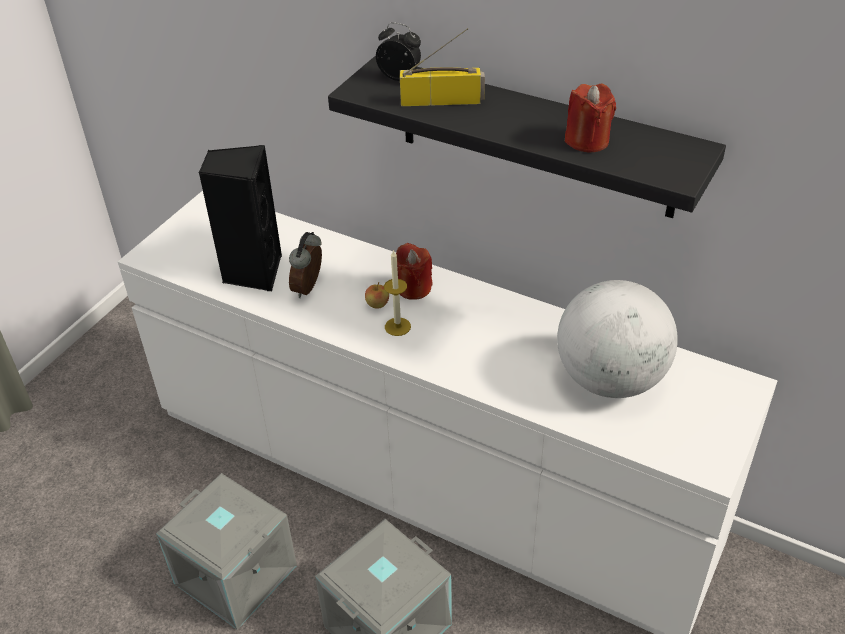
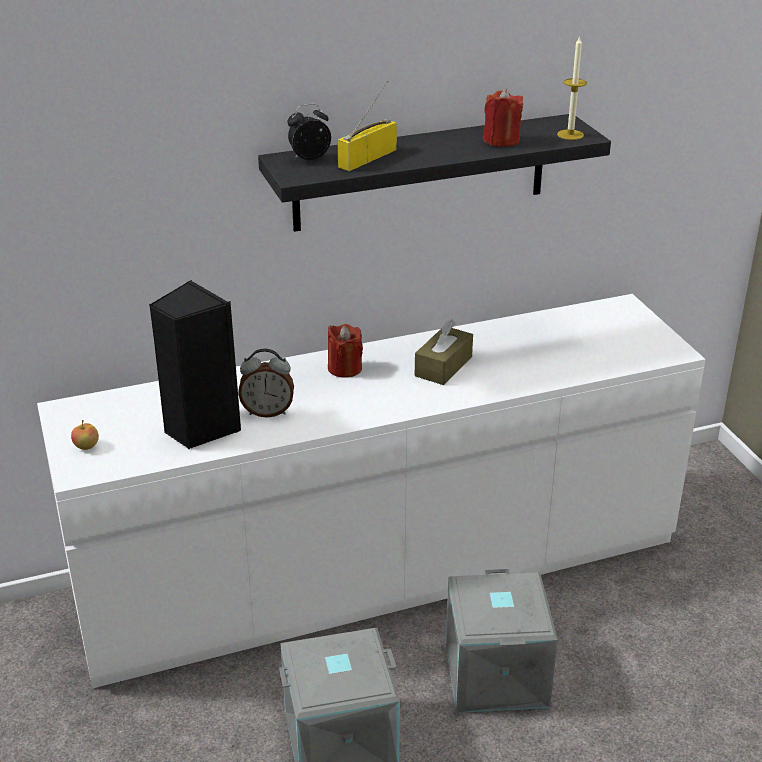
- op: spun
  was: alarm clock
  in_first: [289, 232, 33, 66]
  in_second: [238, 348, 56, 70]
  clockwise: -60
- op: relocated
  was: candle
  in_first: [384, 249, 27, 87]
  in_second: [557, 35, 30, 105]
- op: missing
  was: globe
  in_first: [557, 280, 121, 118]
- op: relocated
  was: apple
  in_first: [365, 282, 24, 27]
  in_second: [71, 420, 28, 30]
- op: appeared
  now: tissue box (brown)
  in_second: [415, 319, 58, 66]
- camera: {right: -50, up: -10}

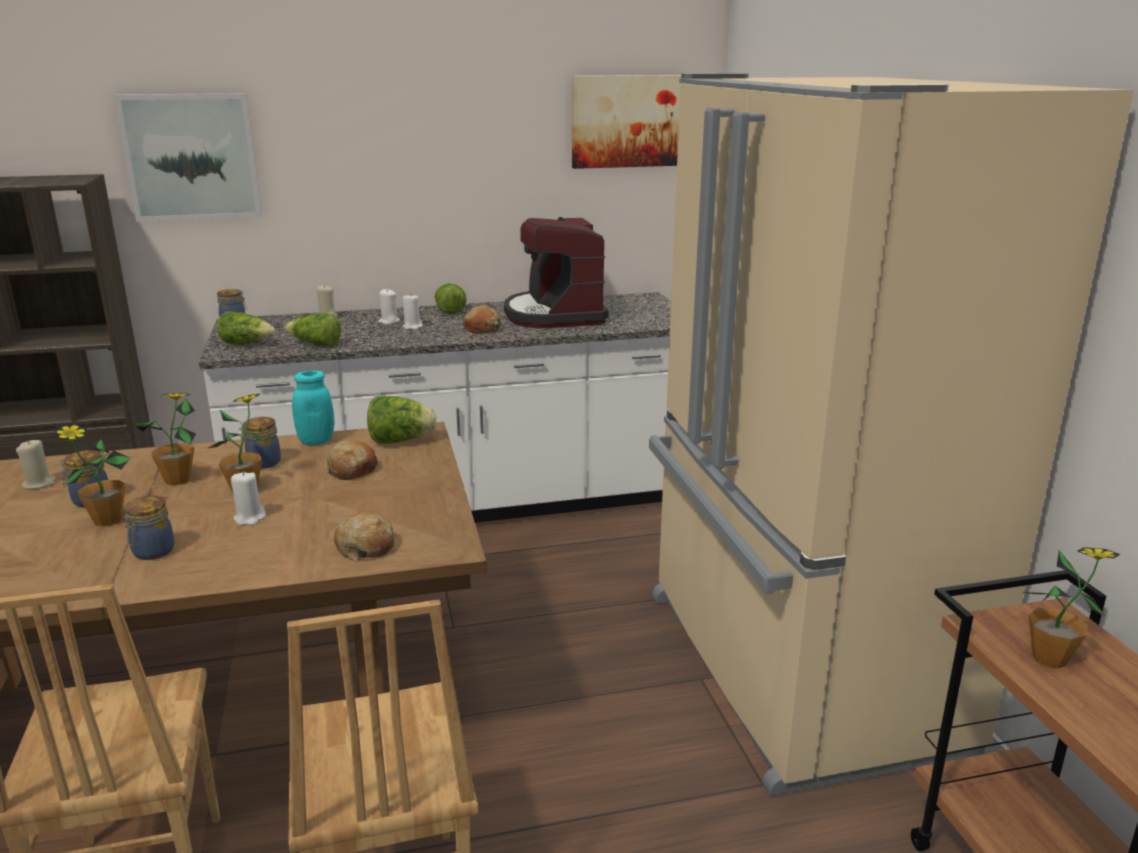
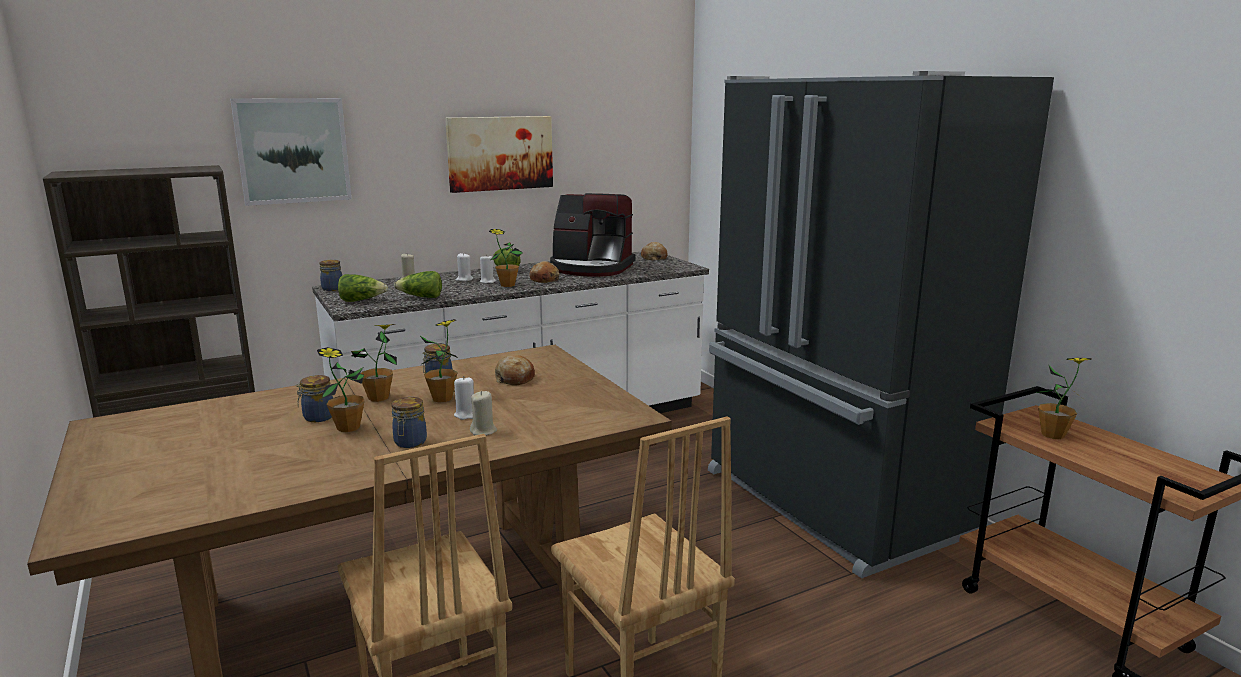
- op: colour
  was: fridge (beige)
  now: fridge (black)
  in_first: [649, 73, 485, 723]
  in_second: [708, 71, 346, 508]
- op: relocated
  was: picture
  in_first: [572, 75, 110, 94]
  in_second: [445, 116, 108, 77]
- op: spun
  was: coffee machine
  in_first: [504, 217, 105, 111]
  in_second: [550, 193, 85, 84]
  clockwise: -45
- op: missing
  was: jar (turquoise)
  in_first: [292, 371, 43, 74]
- op: missing
  was: lettuce
  in_first: [367, 396, 70, 48]
- op: relocated
  was: candle (beige)
  in_first: [16, 440, 40, 49]
  in_second: [470, 391, 27, 45]
- op: relocated
  was: bread
  in_first: [334, 511, 60, 49]
  in_second: [641, 242, 26, 18]
- op: appeared
  now: potted plant
  in_second: [489, 229, 34, 58]
- camera: {right: -15, up: -5}

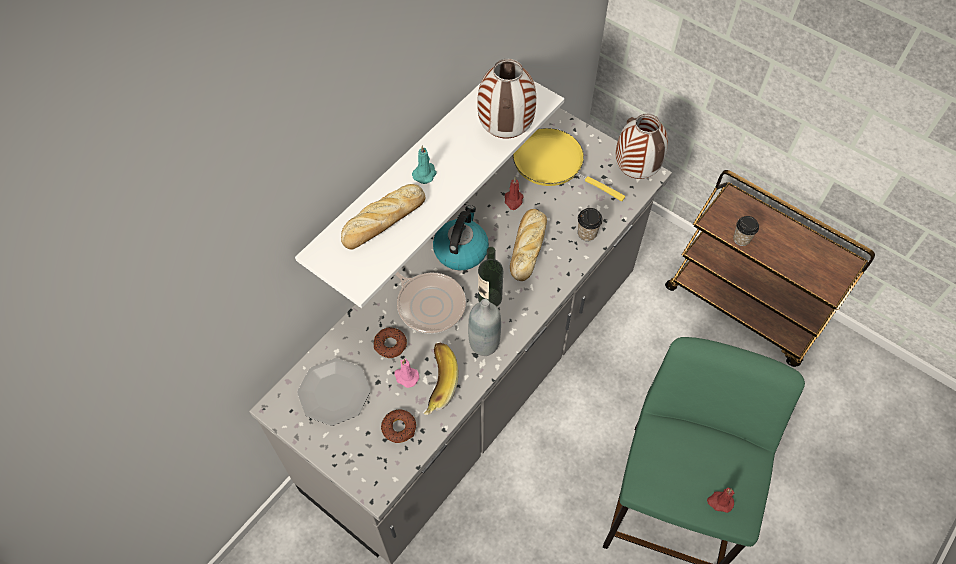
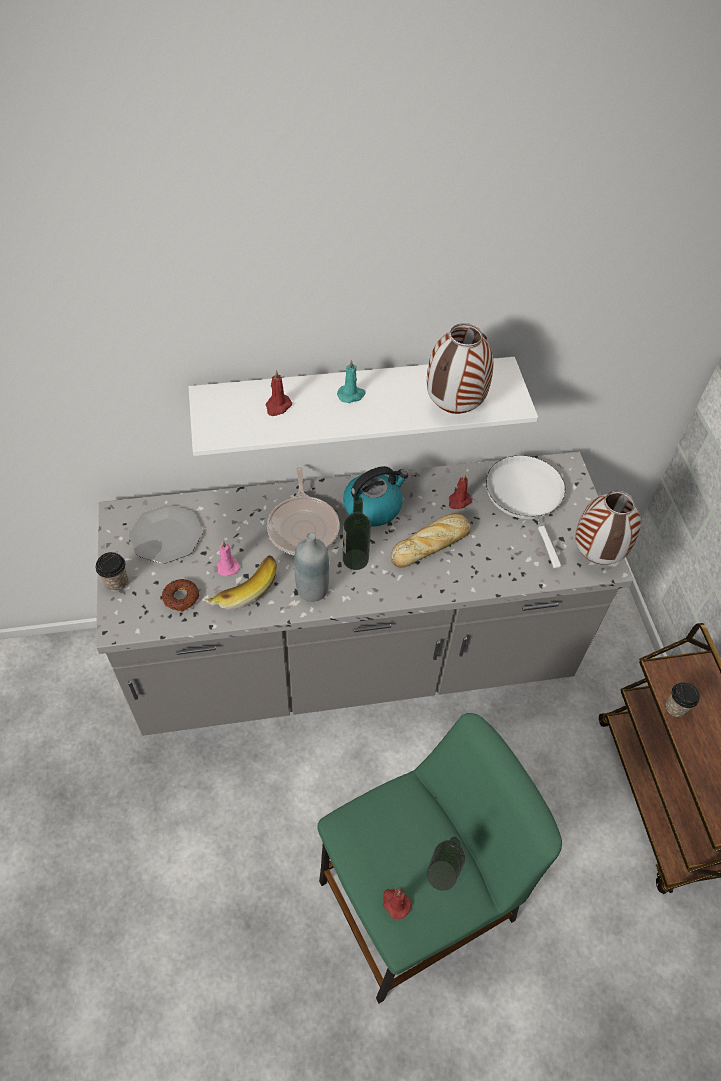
- op: colour
  was: frying pan (yellow)
  now: frying pan (white)
  in_first: [513, 128, 112, 73]
  in_second: [486, 455, 80, 113]
- op: exchanged
  was: bread
  now: candle (red)
  in_first: [341, 184, 84, 66]
  in_second: [266, 370, 26, 46]
- op: relocated
  was: cup
  in_first: [578, 208, 25, 34]
  in_second: [96, 552, 32, 39]
- op: missing
  was: donut
  in_first: [373, 327, 34, 31]
- op: appeared
  now: bottle
  in_second: [427, 837, 39, 54]
- camera: {right: 40, up: -5}

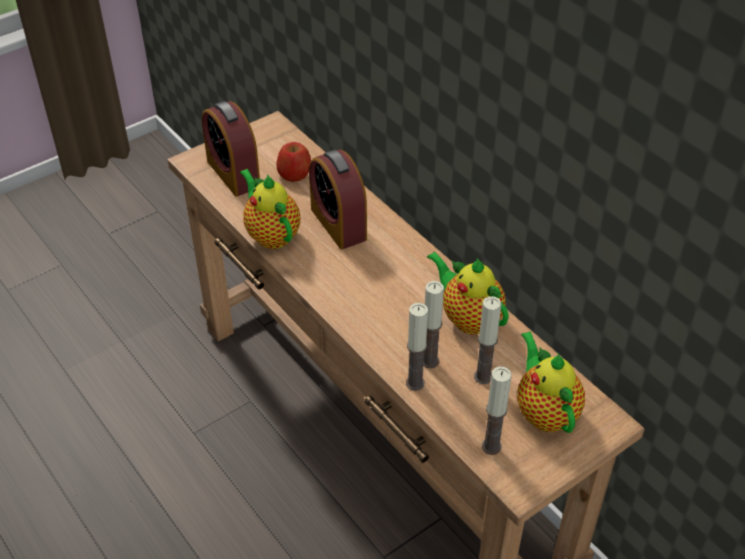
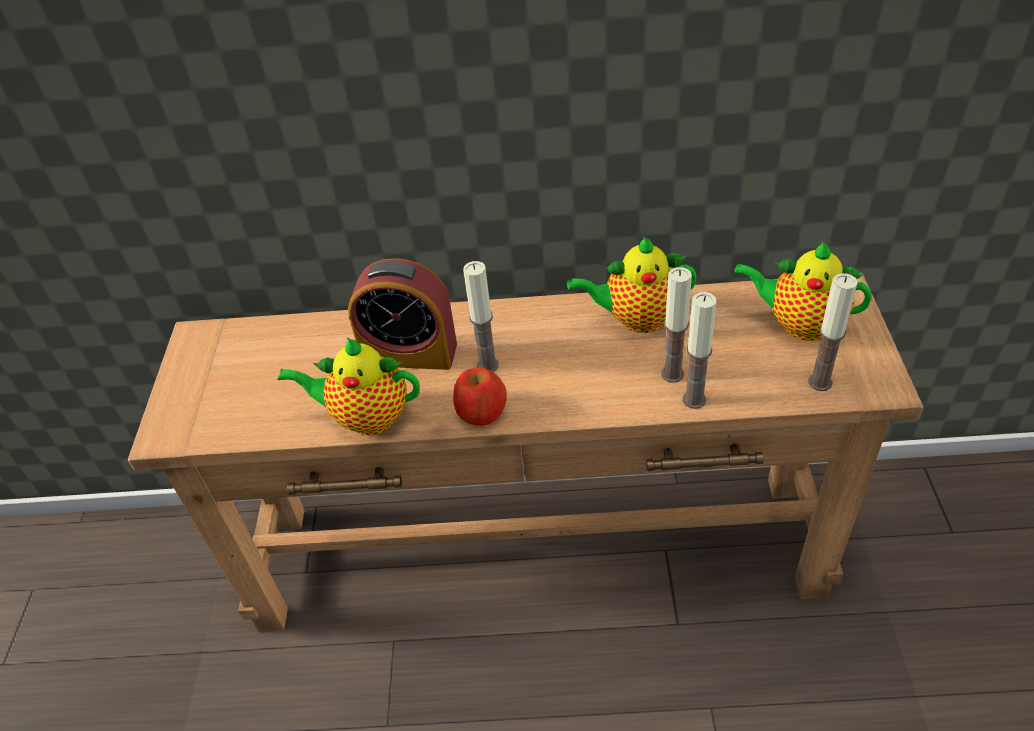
- op: missing
  was: alarm clock
  in_first: [202, 101, 58, 95]
- op: relocated
  was: apple
  in_first: [276, 142, 35, 40]
  in_second: [453, 367, 53, 59]
- op: relocated
  was: candle
  in_first: [474, 296, 28, 88]
  in_second: [463, 261, 36, 111]
- camera: {right: -50, up: 0}

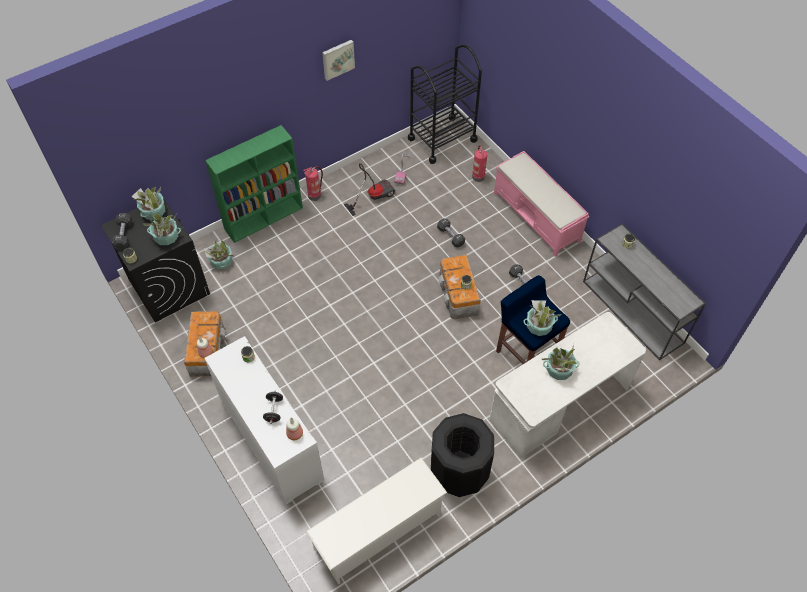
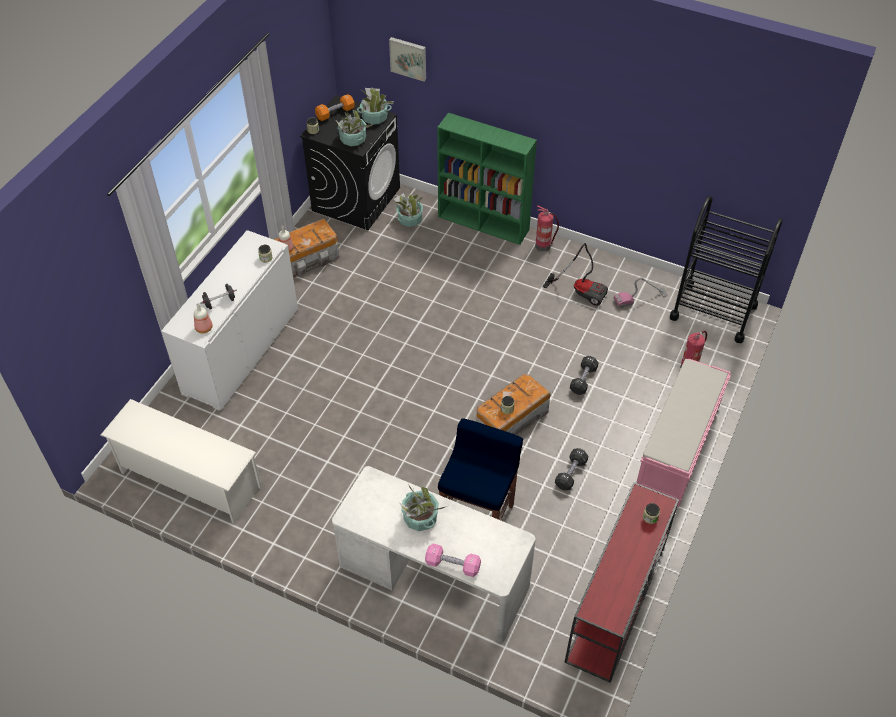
- op: relocated
  was: picture
  in_first: [322, 40, 33, 41]
  in_second: [389, 37, 37, 44]
- op: colour
  was: dumbbell (black)
  now: dumbbell (orange)
  in_first: [112, 213, 20, 36]
  in_second: [315, 94, 40, 27]
- op: colour
  was: console table (grey)
  now: console table (red)
  in_first: [583, 224, 123, 136]
  in_second: [565, 482, 114, 201]
- op: missing
  was: potted plant
  in_first: [523, 300, 39, 36]
- op: missing
  was: trash can (black)
  in_first: [431, 413, 63, 84]
- op: appeared
  now: dumbbell (pink)
  in_second: [425, 544, 56, 33]
- camera: {right: 60, up: -5}

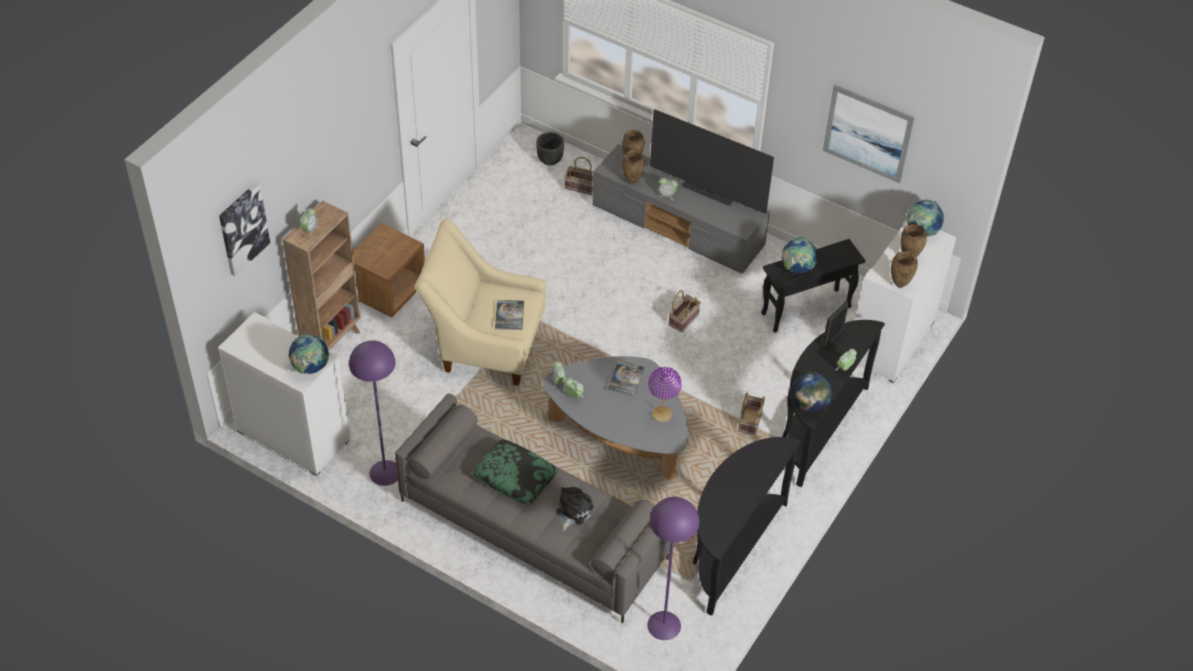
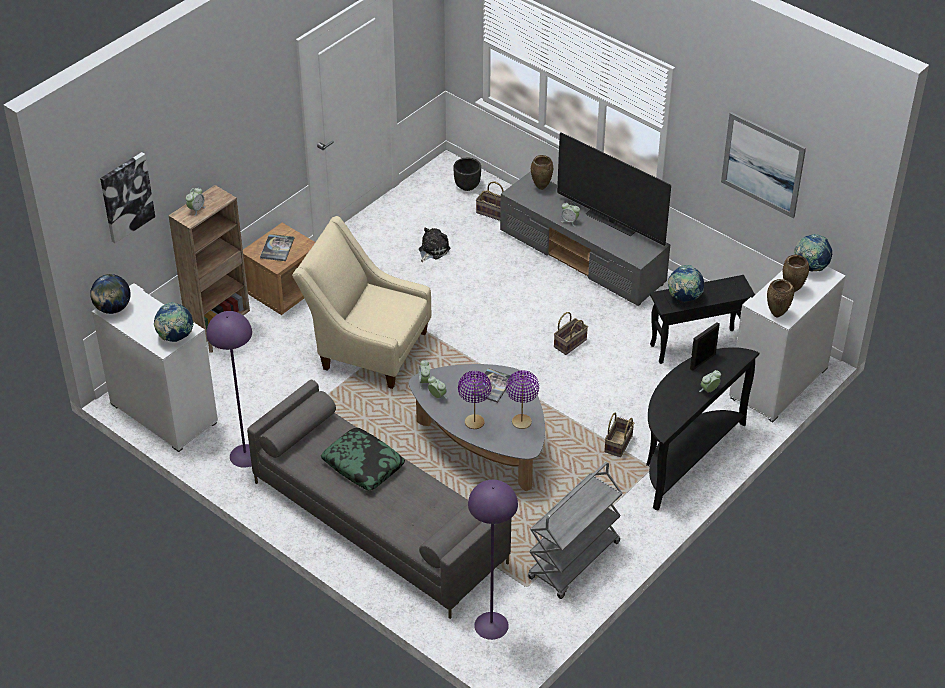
- op: missing
  was: vase (brown)
  in_first: [622, 150, 23, 34]
- op: relocated
  was: book
  in_first: [495, 300, 29, 30]
  in_second: [260, 234, 34, 27]
- op: relocated
  was: globe
  in_first: [792, 371, 40, 41]
  in_second: [90, 274, 41, 40]
- op: exchanged
  was: console table (black)
  now: cart (grey)
  in_first: [693, 437, 108, 179]
  in_second: [528, 462, 94, 137]
- op: relocated
  was: plush toy
  in_first: [556, 487, 38, 44]
  in_second: [419, 228, 31, 35]
- op: appeared
  now: table lamp (purple)
  in_second: [458, 371, 33, 58]
- camera: {right: 10, up: -5}

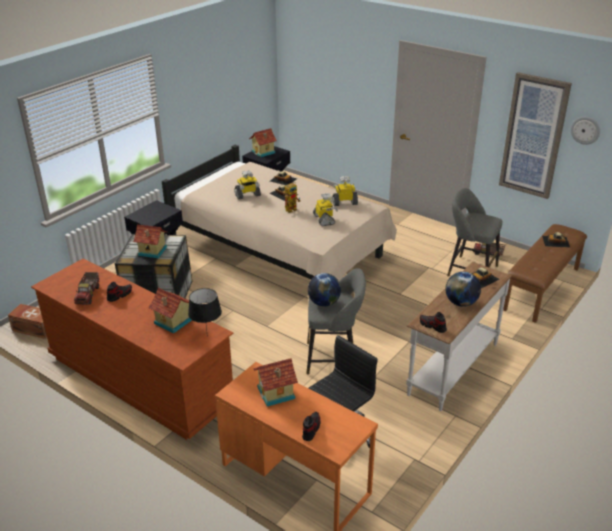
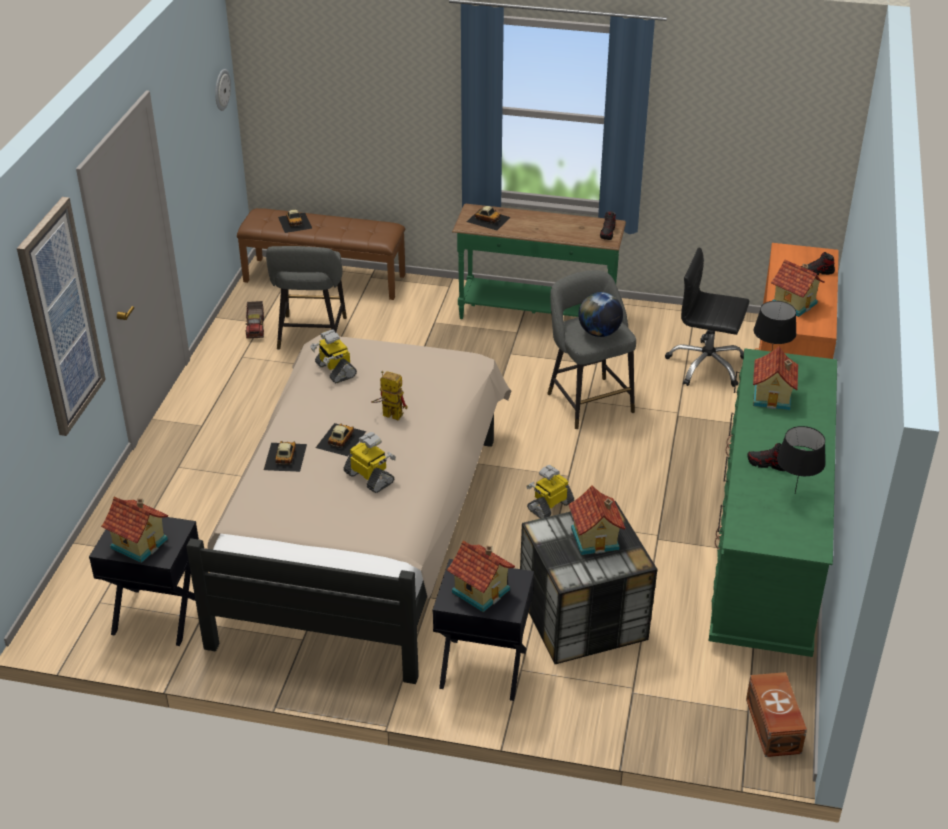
- op: relocated
  was: picture
  in_first: [499, 72, 73, 127]
  in_second: [17, 197, 89, 239]
- op: relocated
  was: toy robot
  in_first: [313, 193, 25, 33]
  in_second: [526, 465, 48, 54]
- op: colour
  was: dresser (brown)
  now: dresser (green)
  in_first: [31, 258, 202, 182]
  in_second: [709, 349, 128, 308]
- op: colour
  was: console table (white)
  now: console table (green)
  in_first: [406, 262, 106, 149]
  in_second: [452, 204, 174, 115]
- op: exchanged
  was: toy truck
  now: table lamp (black)
  in_first: [74, 272, 25, 32]
  in_second: [777, 426, 48, 67]
- op: missing
  was: globe
  in_first: [445, 272, 36, 35]
- op: appeared
  now: toy house
  in_second: [447, 541, 68, 71]
- camera: {right: -115, up: 5}

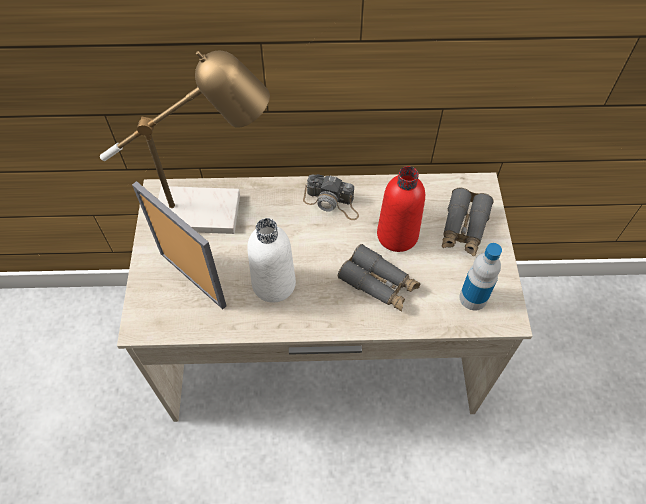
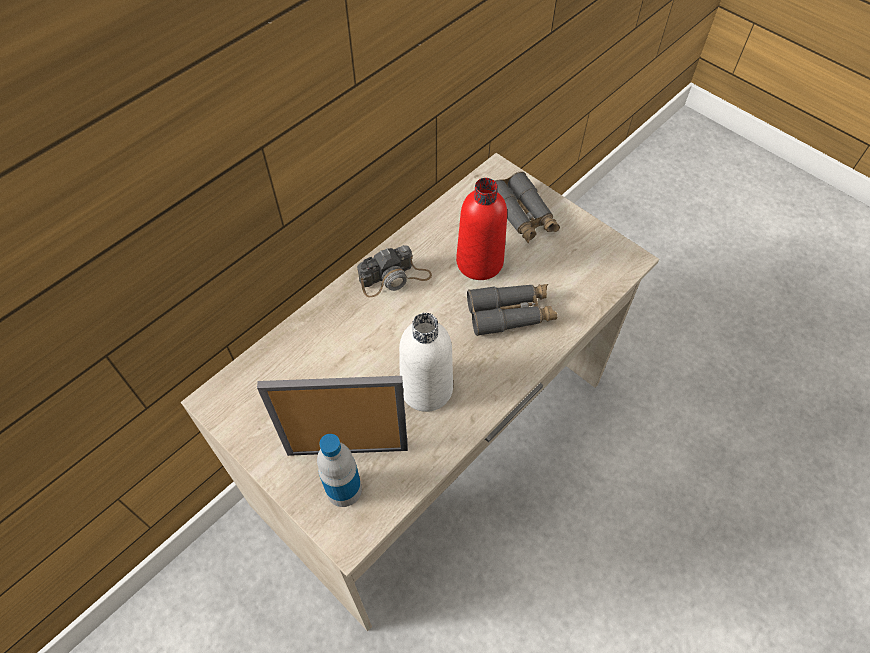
- op: missing
  was: table lamp
  in_first: [100, 51, 170, 183]
- op: relocated
  was: bottle
  in_first: [459, 243, 43, 68]
  in_second: [317, 434, 45, 73]
- camera: {right: -45, up: 0}

